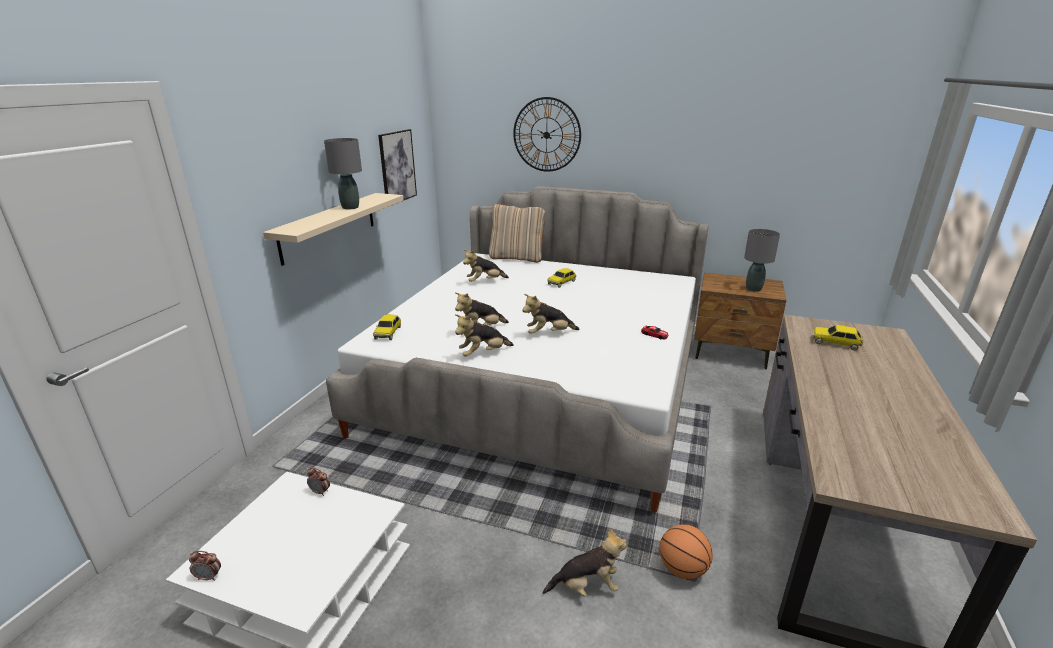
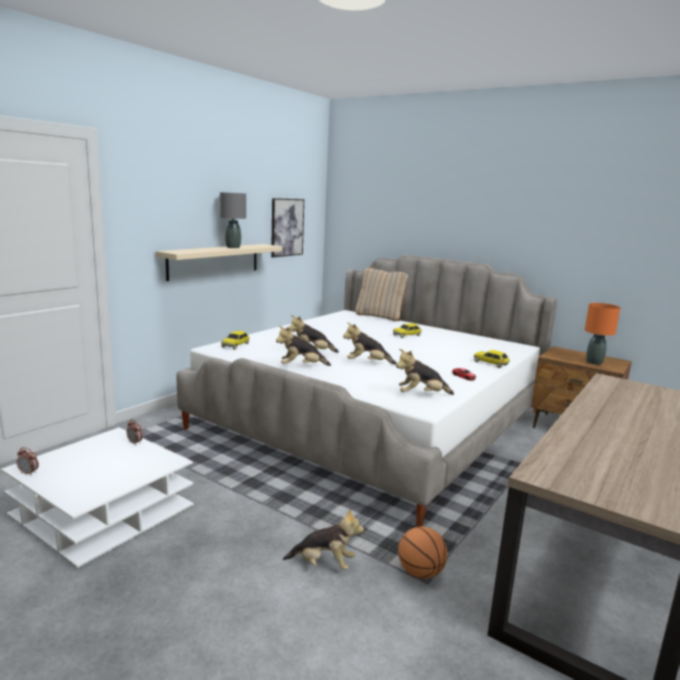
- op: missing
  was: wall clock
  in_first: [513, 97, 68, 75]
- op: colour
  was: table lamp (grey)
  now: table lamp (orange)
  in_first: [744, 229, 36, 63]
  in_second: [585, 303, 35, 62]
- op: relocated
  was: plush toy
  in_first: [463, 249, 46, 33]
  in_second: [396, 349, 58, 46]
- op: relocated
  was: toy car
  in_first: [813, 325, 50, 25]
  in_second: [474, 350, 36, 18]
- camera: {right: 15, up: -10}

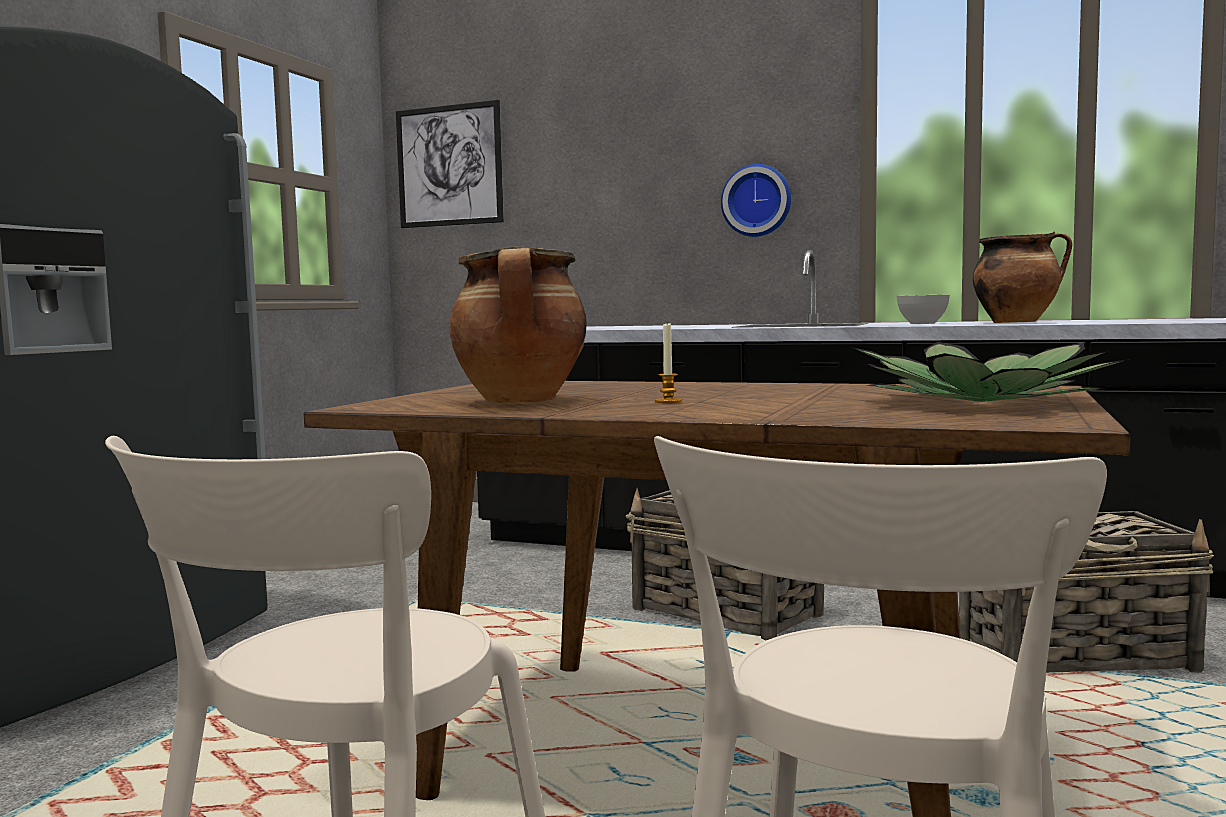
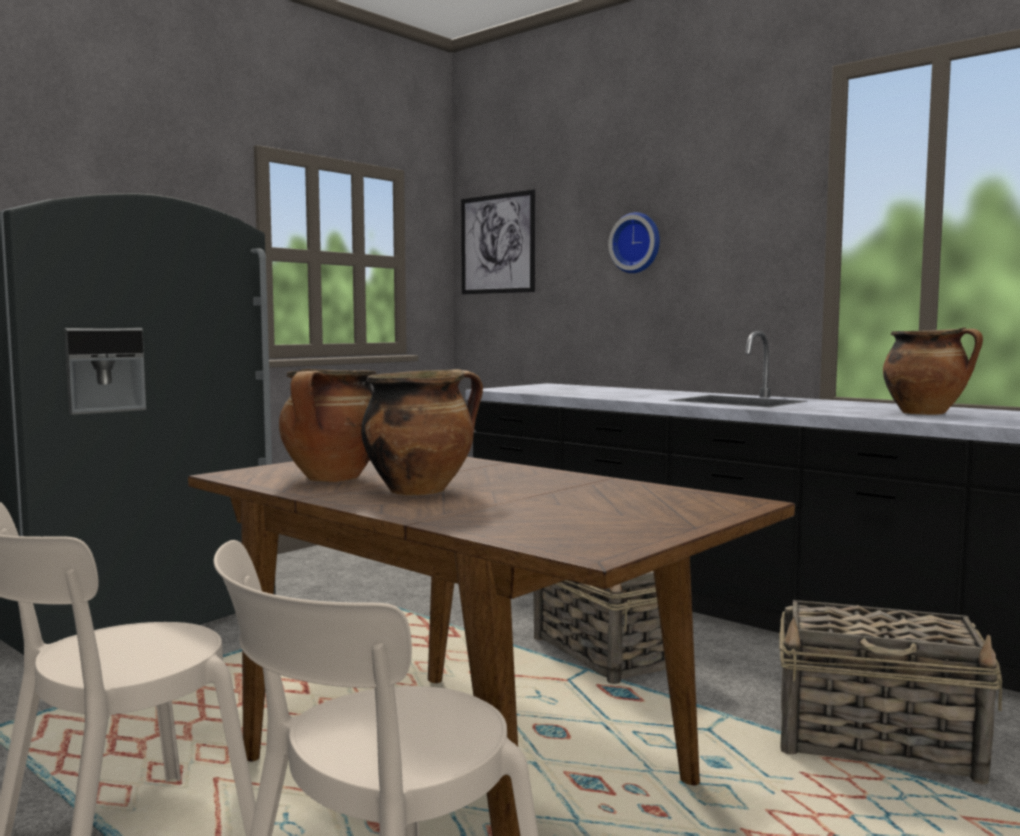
- op: relocated
  was: wall clock
  in_first: [721, 164, 70, 73]
  in_second: [608, 212, 52, 61]
- op: missing
  was: bowl (grey)
  in_first: [896, 294, 54, 30]
- op: exchanged
  was: candle
  now: cooking pot
  in_first: [655, 323, 27, 80]
  in_second: [361, 369, 122, 126]
- op: missing
  was: potted plant
  in_first: [851, 342, 278, 60]
- camera: {right: 20, up: 0}

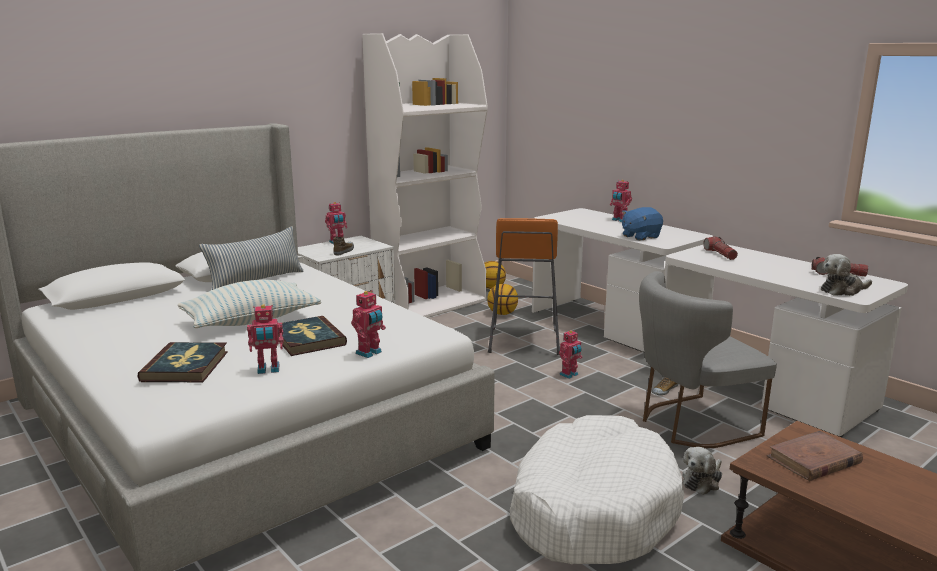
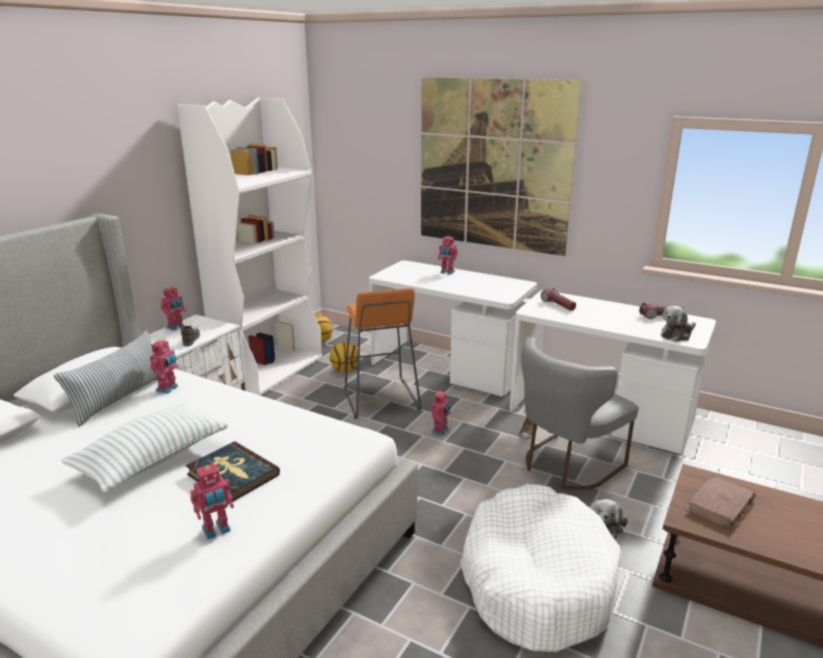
- op: missing
  was: plush toy (blue)
  in_first: [622, 207, 41, 34]
- op: relocated
  was: toy robot
  in_first: [351, 290, 35, 68]
  in_second: [150, 338, 29, 56]
- op: missing
  was: book
  in_first: [138, 342, 90, 40]
- op: appeared
  now: picture
  in_second: [421, 77, 161, 179]
- camera: {right: -20, up: 5}

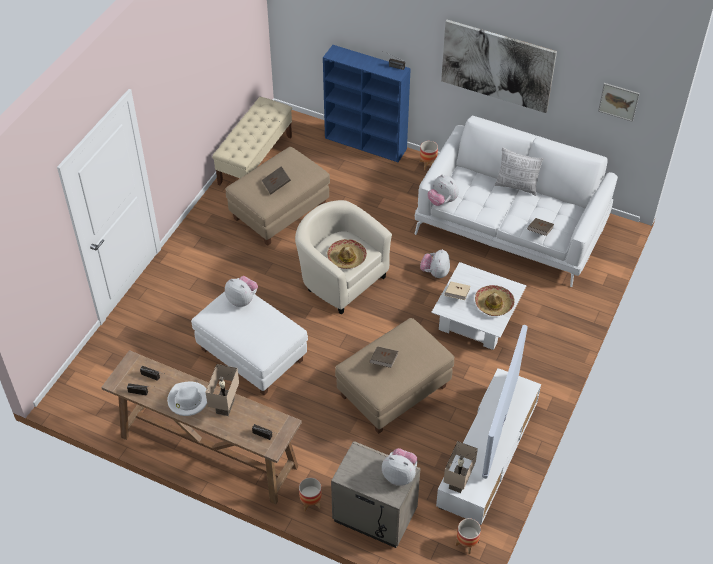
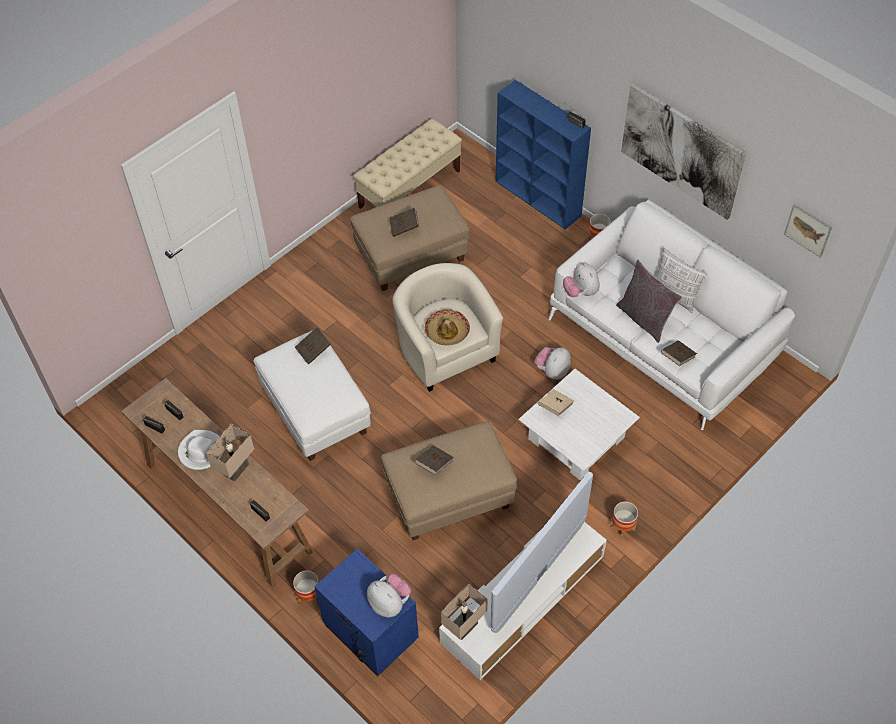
- op: exchanged
  was: plush toy
  now: book (brown)
  in_first: [225, 276, 33, 31]
  in_second: [295, 327, 36, 37]
- op: missing
  was: hat
  in_first: [475, 285, 40, 31]
- op: colour
  was: nightstand (beige)
  now: nightstand (blue)
  in_first: [331, 441, 90, 107]
  in_second: [314, 549, 105, 127]
- op: relocated
  was: planter
  in_first: [455, 518, 26, 36]
  in_second: [610, 501, 28, 38]
- op: appeared
  now: pillow (grey)
  in_second: [616, 260, 66, 83]
- camera: {right: 20, up: 5}

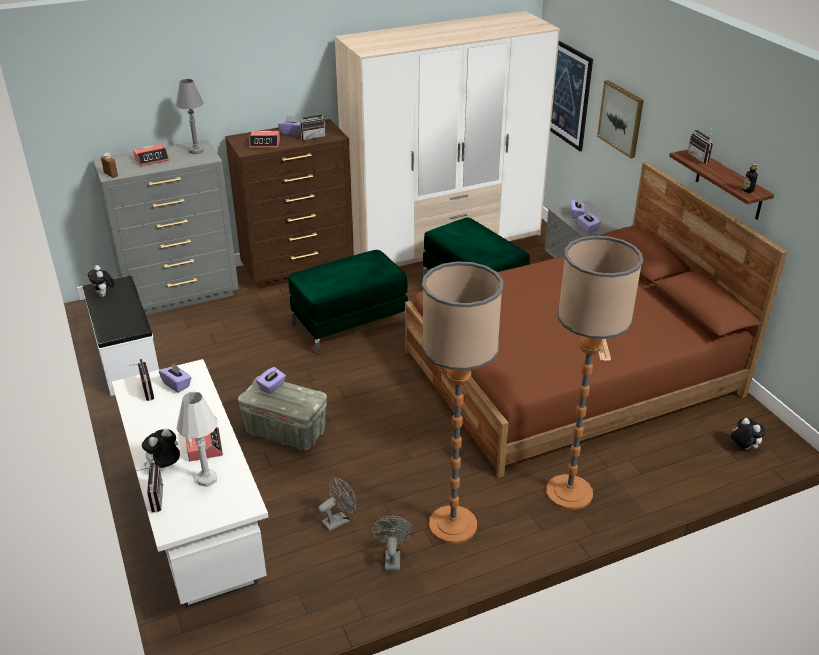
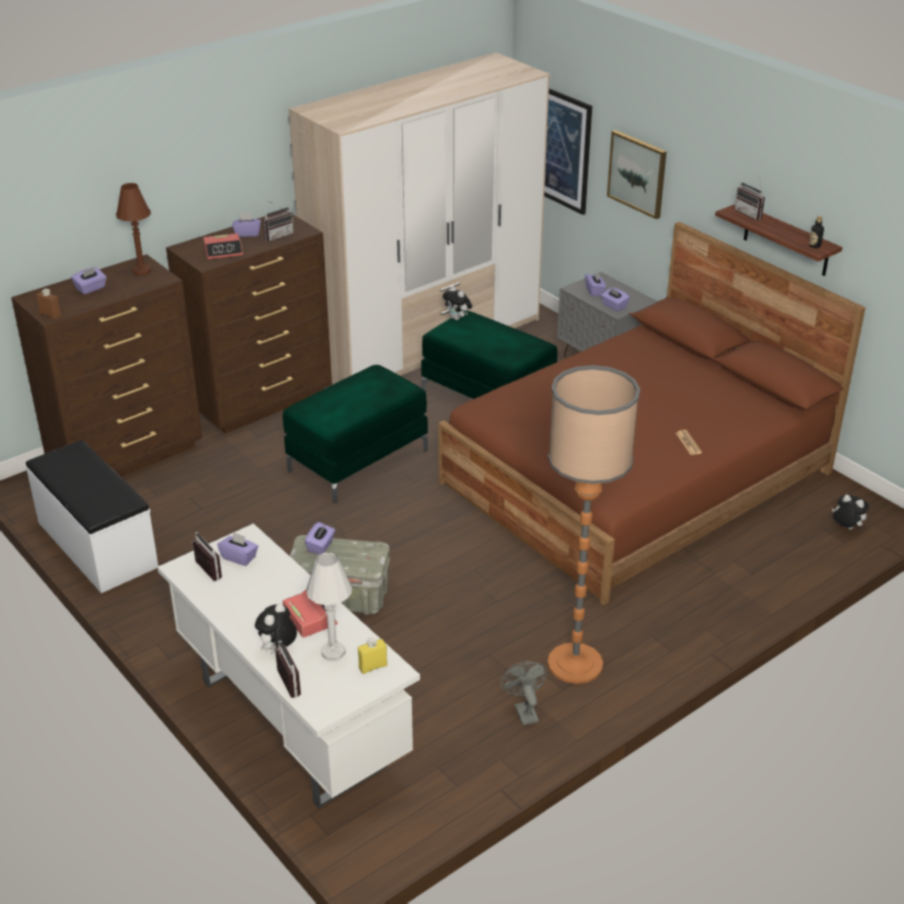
- op: colour
  was: table lamp (grey)
  now: table lamp (brown)
  in_first: [176, 79, 28, 75]
  in_second: [116, 183, 35, 93]
- op: colour
  was: dresser (grey)
  now: dresser (brown)
  in_first: [93, 140, 146, 175]
  in_second: [11, 254, 191, 223]
- op: exchanged
  was: alarm clock
  now: tissue box (purple)
  in_first: [133, 144, 36, 22]
  in_second: [71, 267, 36, 27]
- op: missing
  was: floor lamp
  in_first: [546, 236, 97, 274]
- op: relocated
  was: plush toy
  in_first: [88, 265, 27, 32]
  in_second: [443, 286, 29, 34]
- op: missing
  was: fan (grey)
  in_first: [318, 477, 39, 55]
- op: appeared
  now: bottle (yellow)
  in_second: [358, 638, 29, 36]
- camera: {right: -15, up: 0}

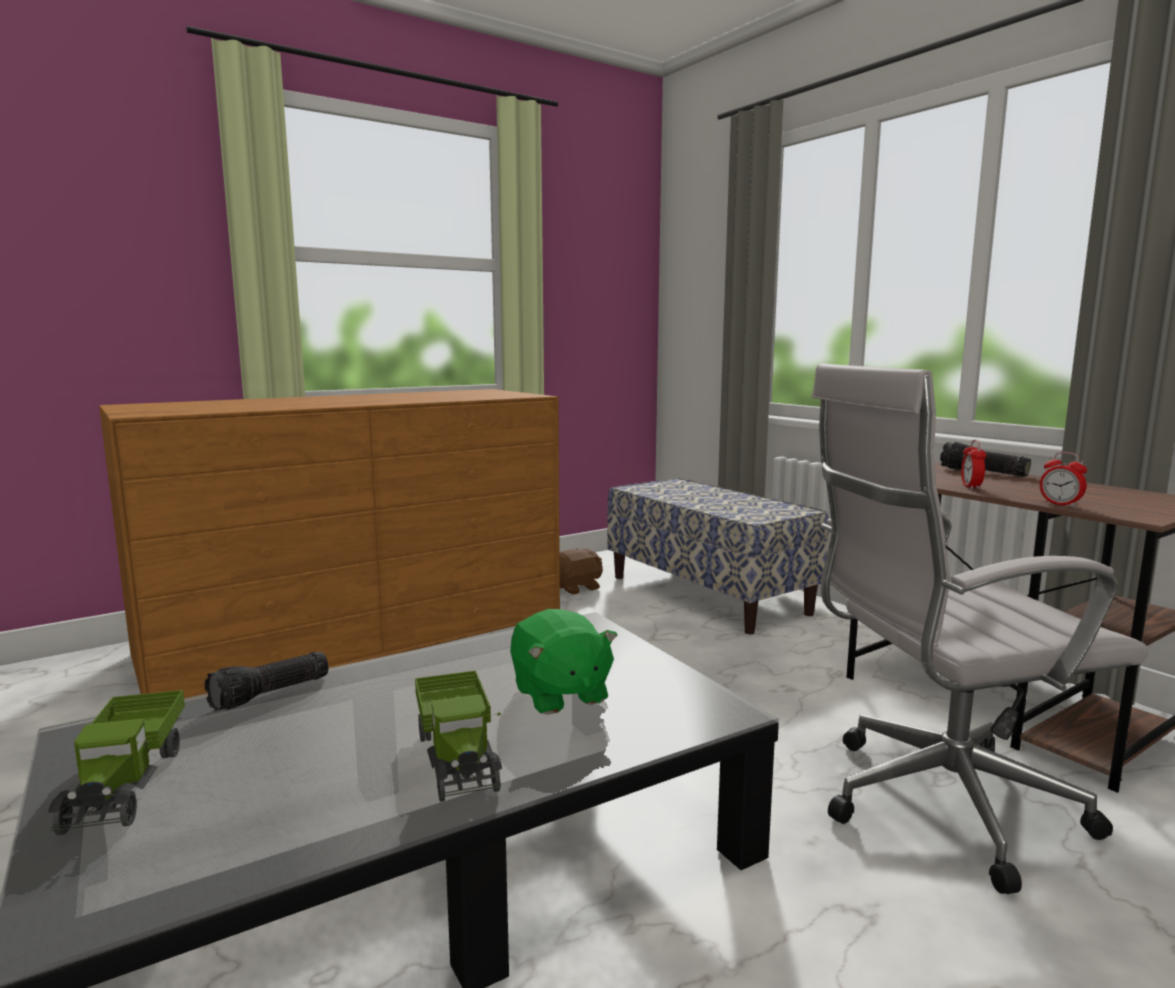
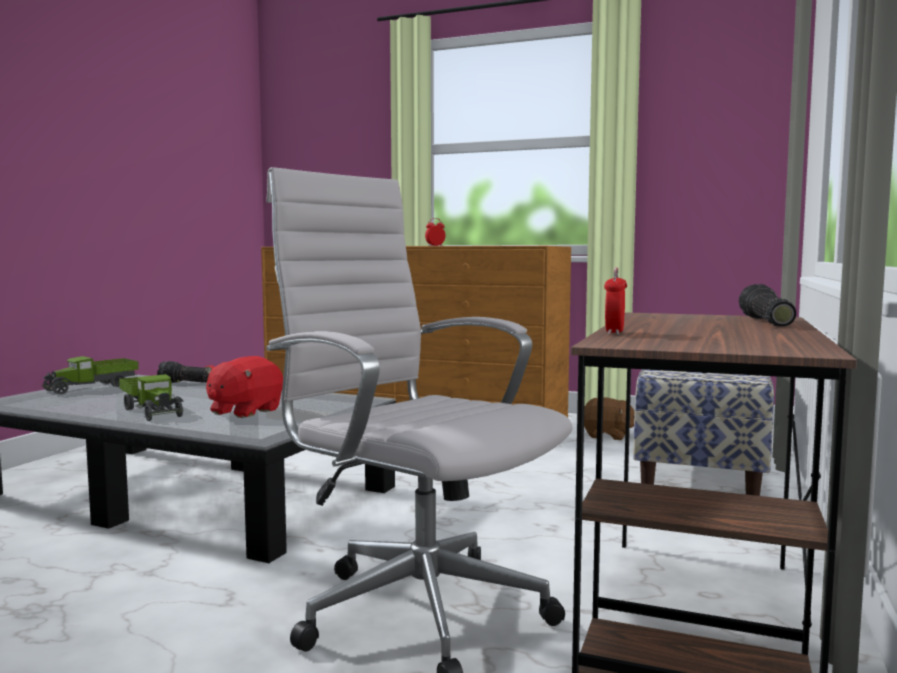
- op: relocated
  was: alarm clock
  in_first: [961, 440, 25, 50]
  in_second: [425, 218, 21, 28]
- op: colour
  was: plush toy (green)
  now: plush toy (red)
  in_first: [510, 609, 107, 106]
  in_second: [205, 356, 78, 62]
- op: spun
  was: toy truck
  in_first: [415, 671, 87, 131]
  in_second: [119, 374, 65, 47]
  clockwise: -75
- camera: {right: 55, up: -5}

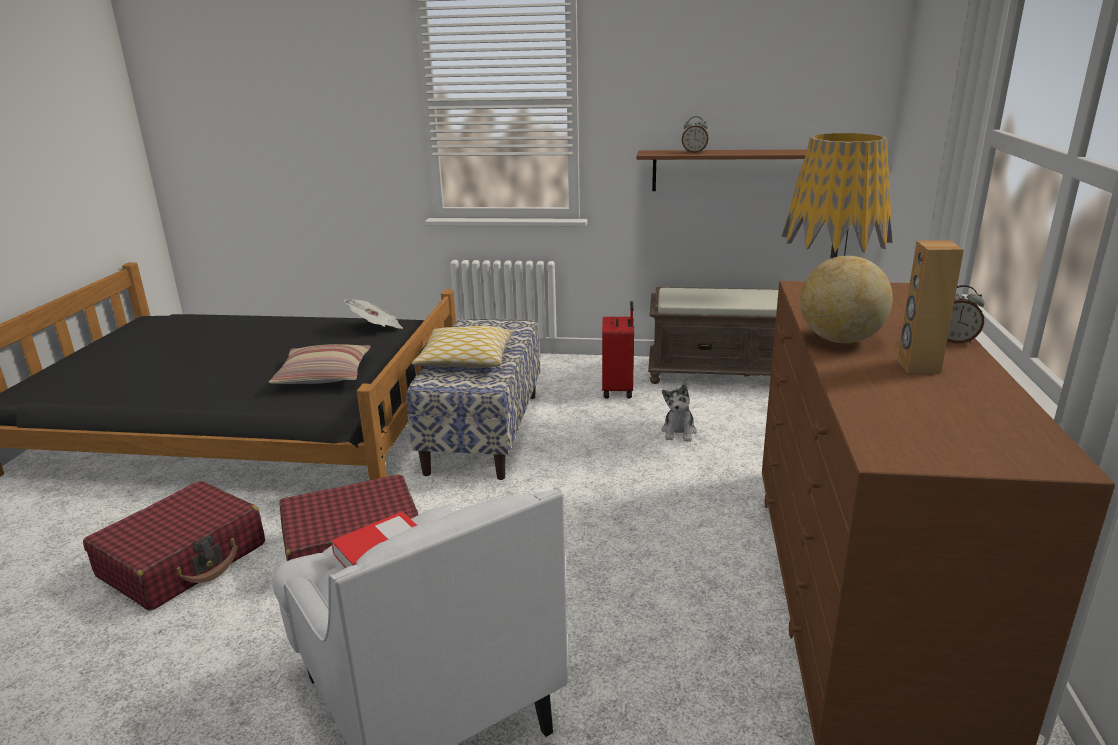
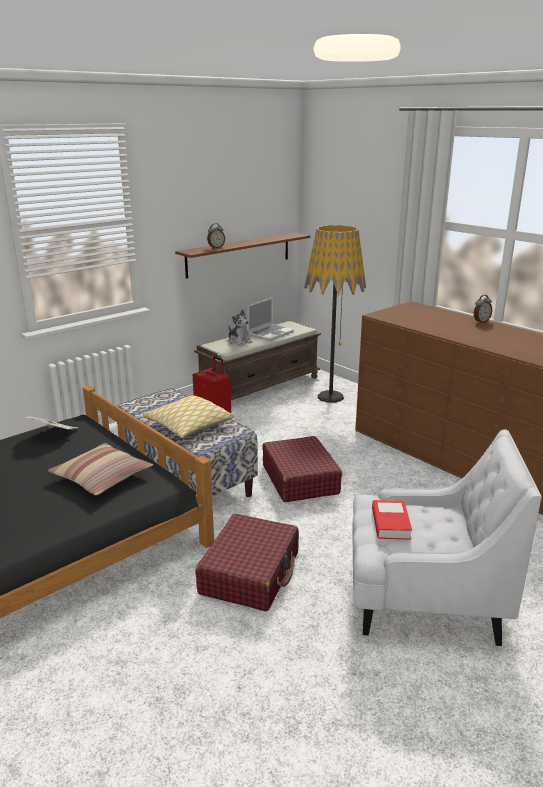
- op: missing
  was: speaker (brown)
  in_first: [897, 241, 67, 133]
- op: missing
  was: globe
  in_first: [800, 256, 93, 87]
- op: relocated
  was: plush toy
  in_first: [661, 384, 36, 58]
  in_second: [228, 309, 24, 37]
- op: relocated
  was: suitcase (red)
  in_first: [83, 481, 182, 130]
  in_second: [262, 436, 80, 66]
- op: appeared
  now: laptop
  in_second: [248, 298, 46, 43]
- camera: {right: -50, up: 0}

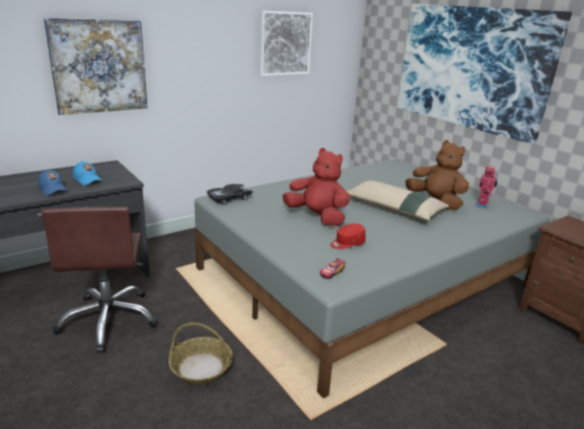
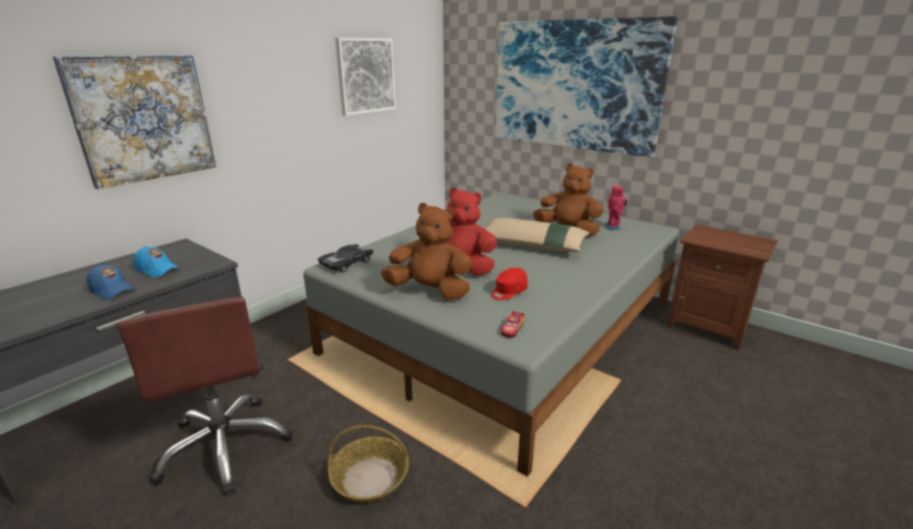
- op: appeared
  now: plush toy (brown)
  in_second: [381, 203, 91, 97]
- camera: {right: -15, up: 0}

